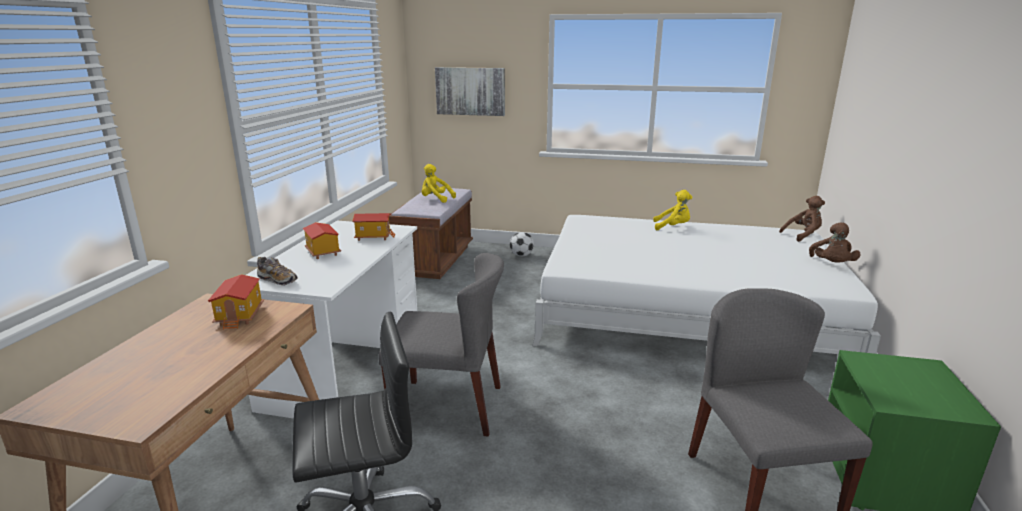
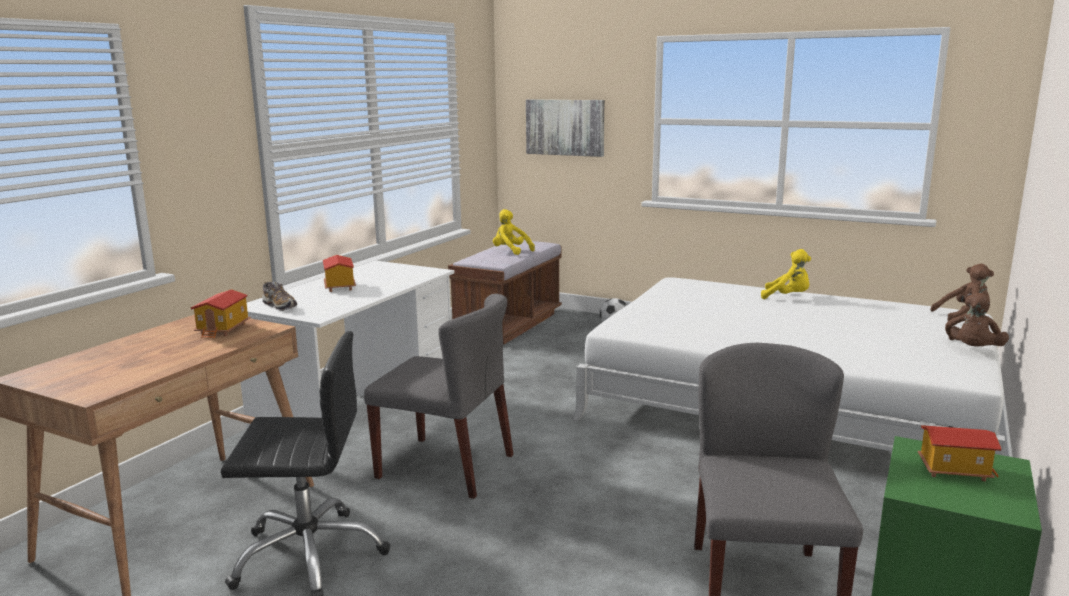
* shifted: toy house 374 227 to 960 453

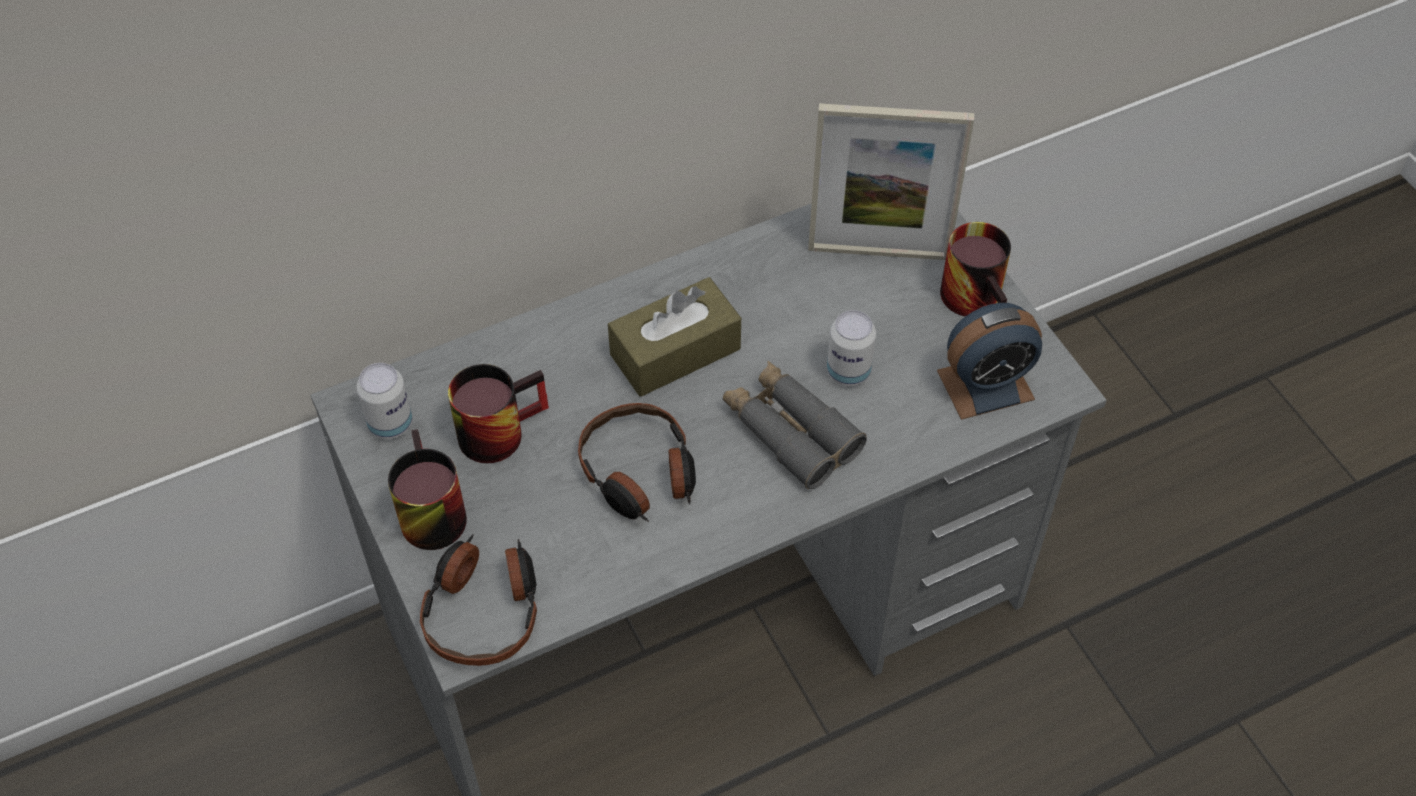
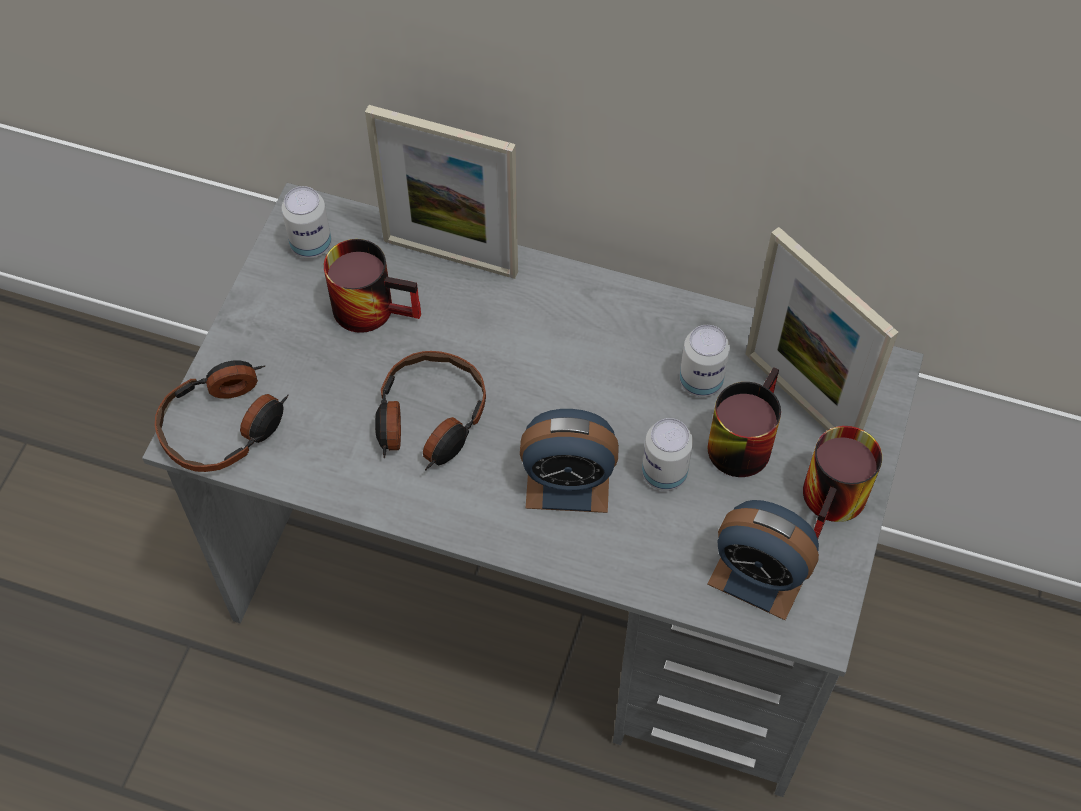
* gone: brown tissue box 674 337
* new: photo frame 441 192
* new: metal can 704 361
* shifted: coffee mug 427 489 to 744 422
* swapped: gray binoculars 795 425 to bedside clock 569 461

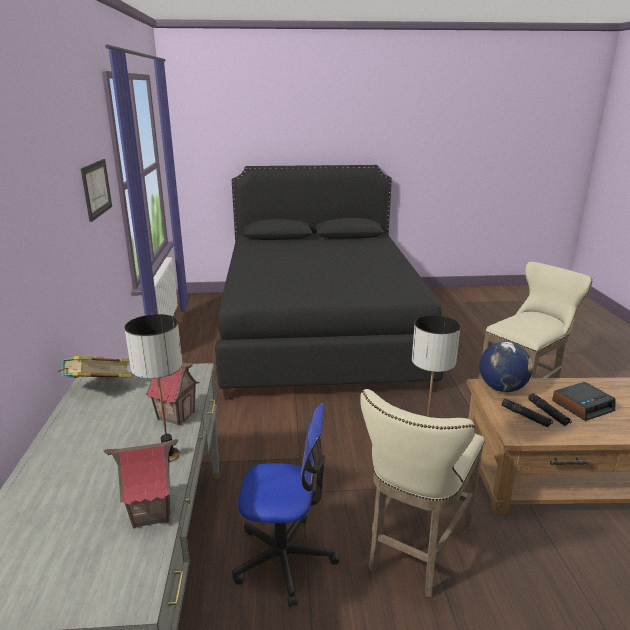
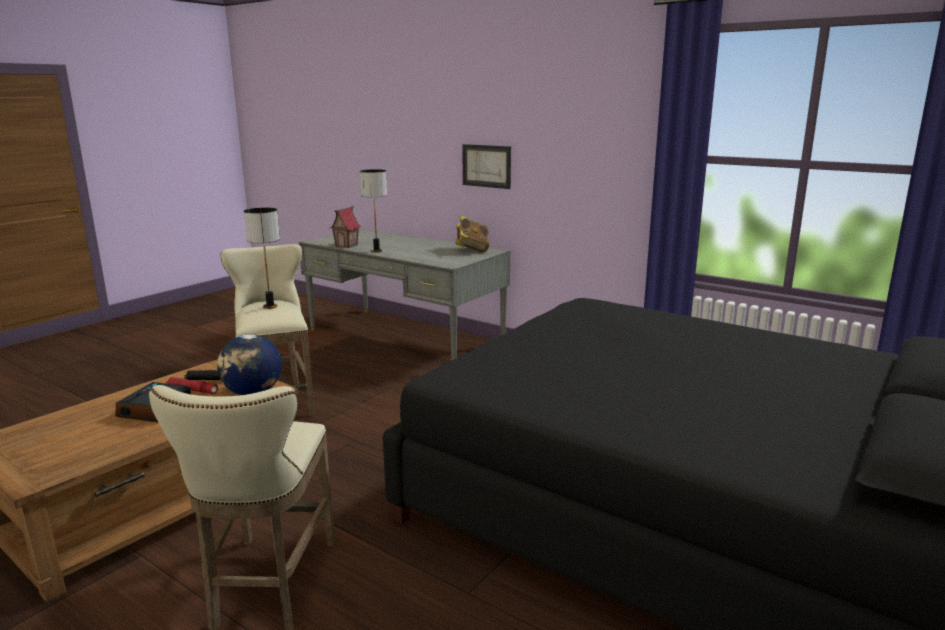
* gone: toy house 172 394
* gone: desk chair 286 505
* shifted: wall picture 96 190 to 486 166
* repainted: black torch 550 409 to red torch 192 385

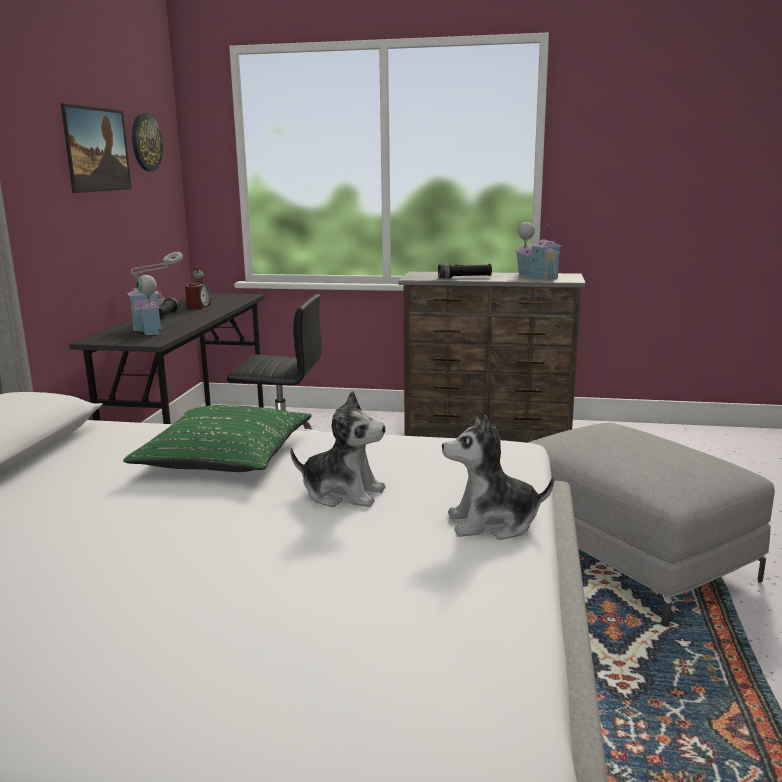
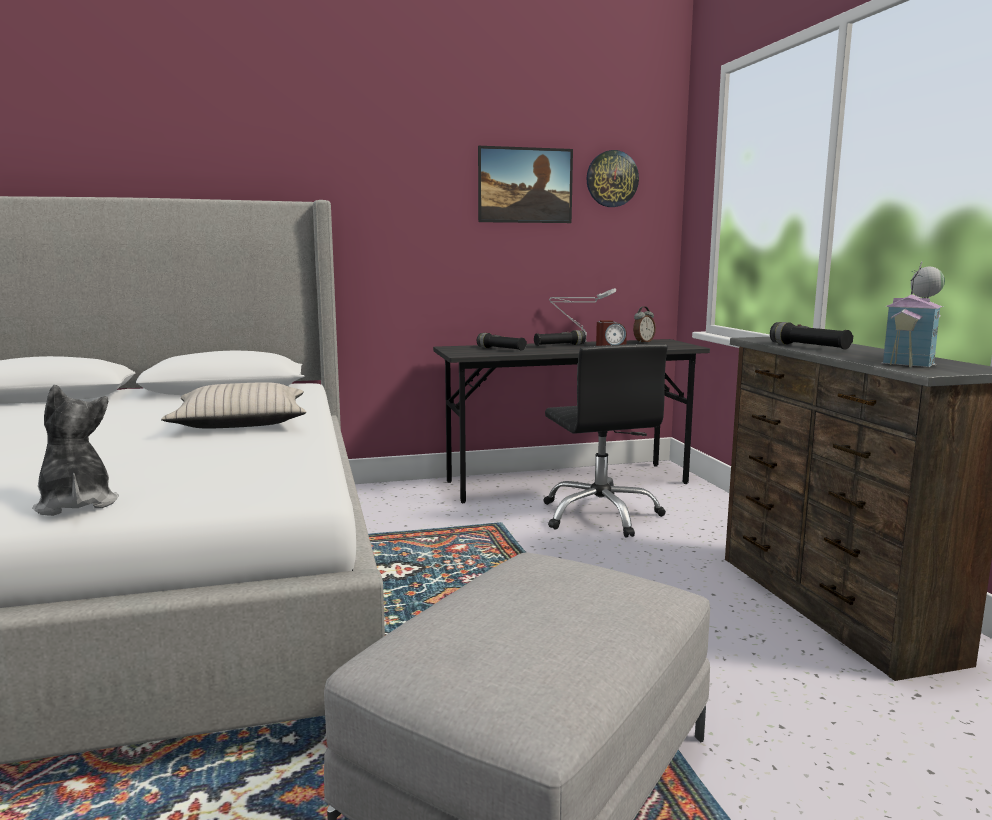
* gone: plush toy 338 449
* swapped: toy house 145 301 to black torch 502 342
* repainted: green-coloured cushion 217 438 to beige cushion 233 405

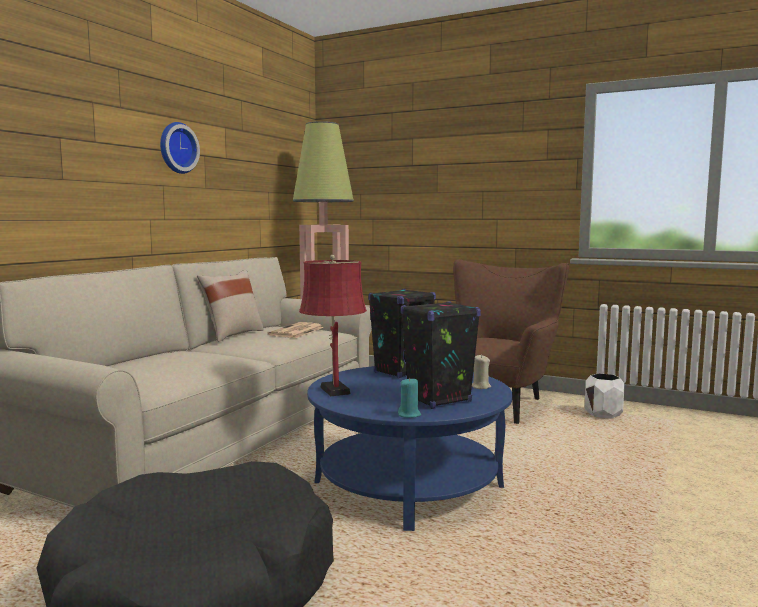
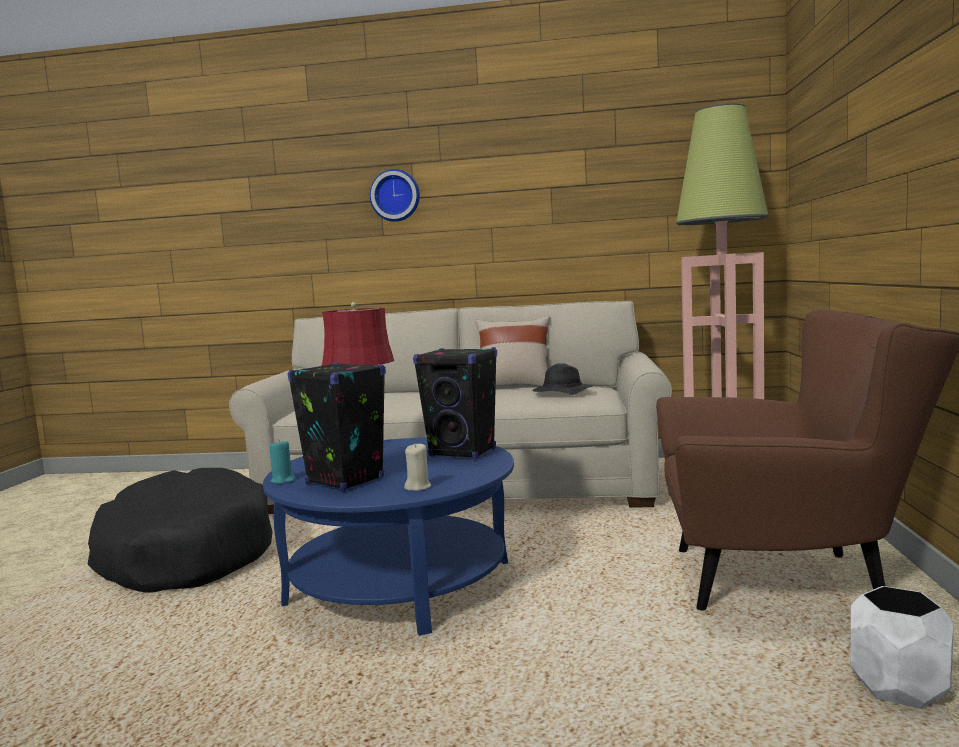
* shifted: wall clock 180 148 to 395 195
* swapped: daily paper 295 330 to black hat 563 379

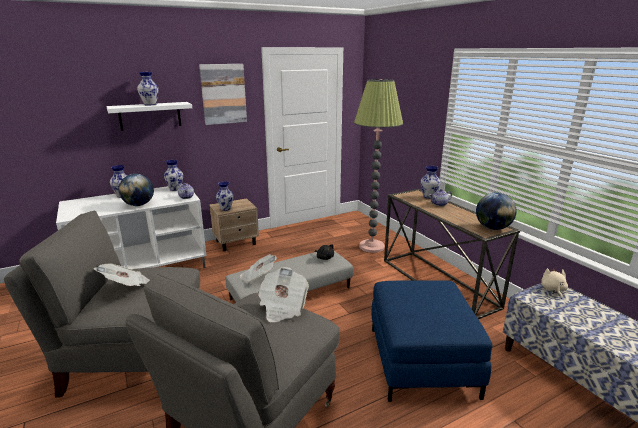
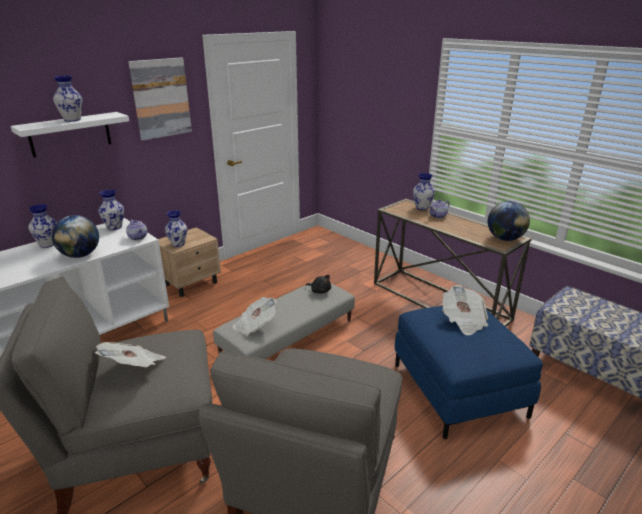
* gone: standard lamp 378 166
* gone: beige plush toy 554 283
* shifted: daily paper 283 294 to 465 310

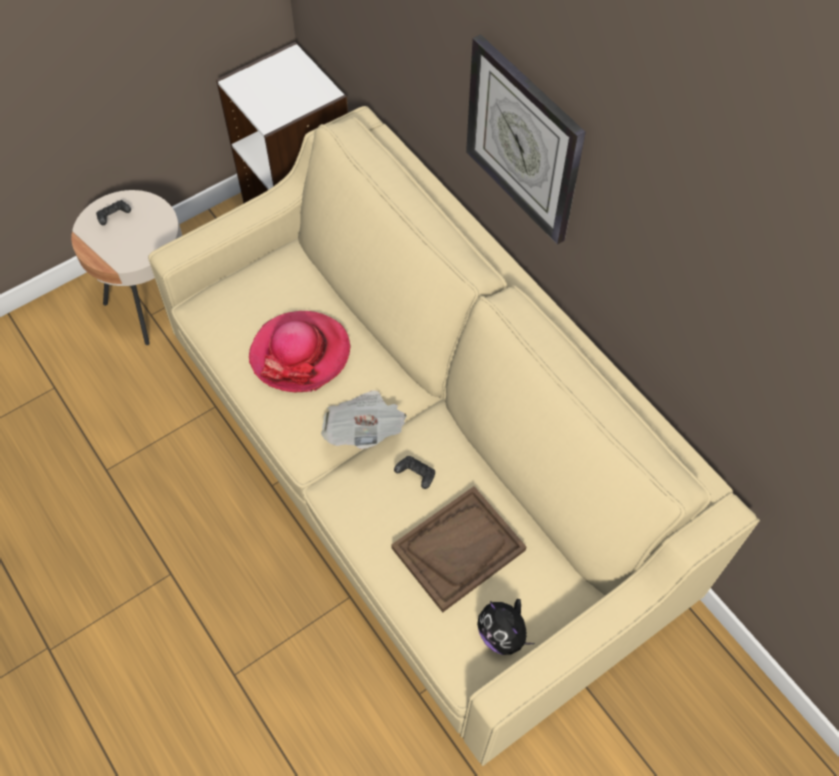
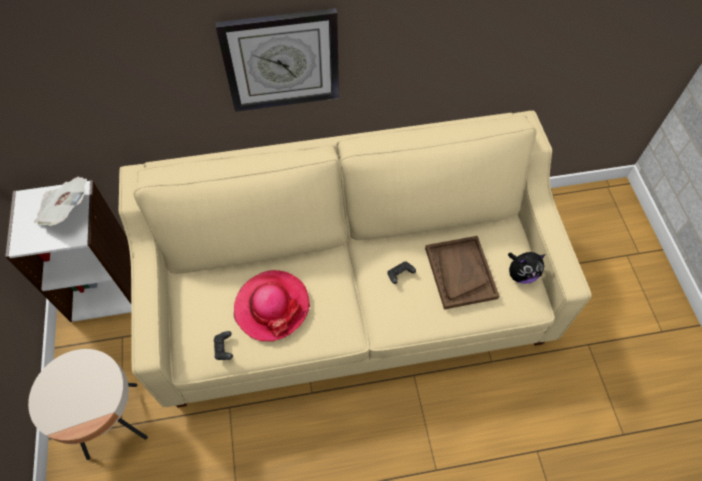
* shifted: black gamepad 113 212 to 223 345
* shifted: daily paper 364 419 to 60 201

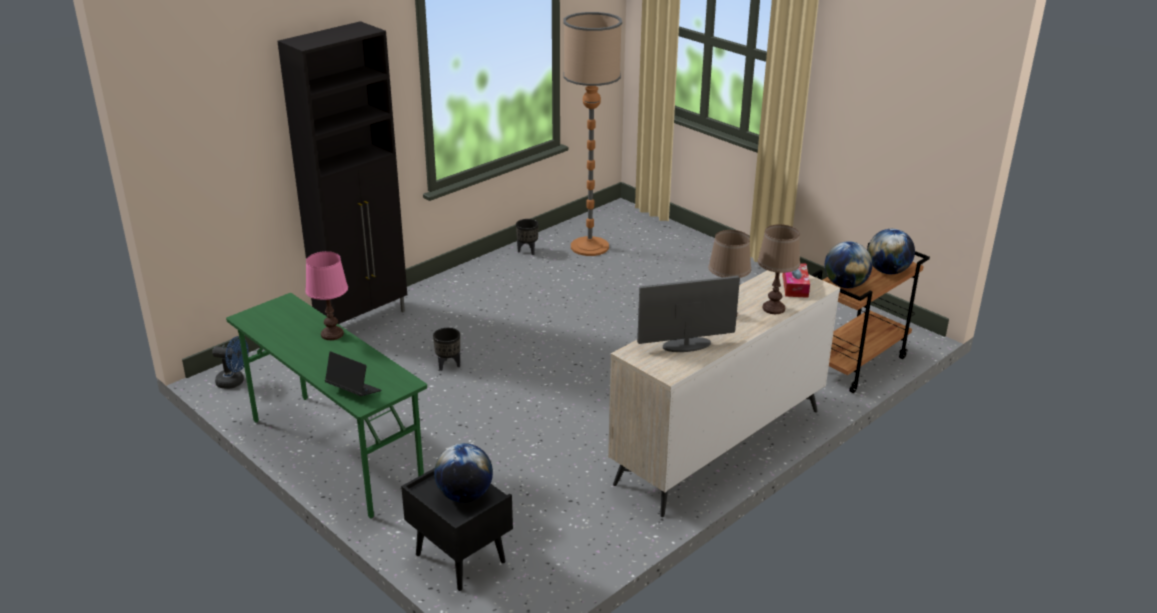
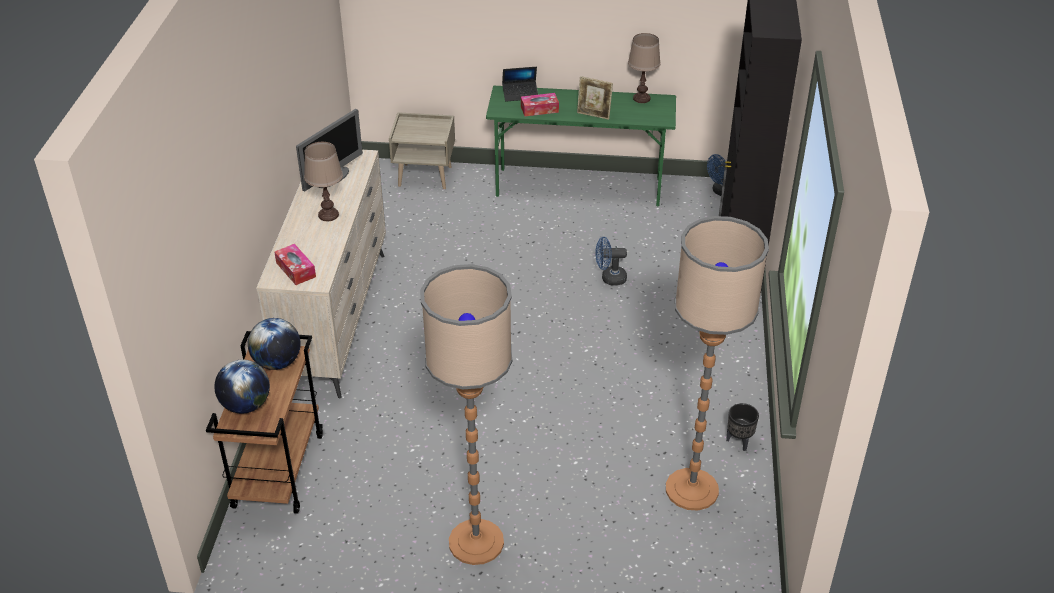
* gone: globe 463 472
* new: standard lamp 466 414
* new: tissue box 540 104
* shifted: brown lamp for a table 779 269 to 644 68
* swapped: pink lamp for a table 326 295 to photo frame 595 98
* swapped: black planter 446 349 to blue electric fan 611 261
* repainted: black night table 457 529 to beige night table 422 150

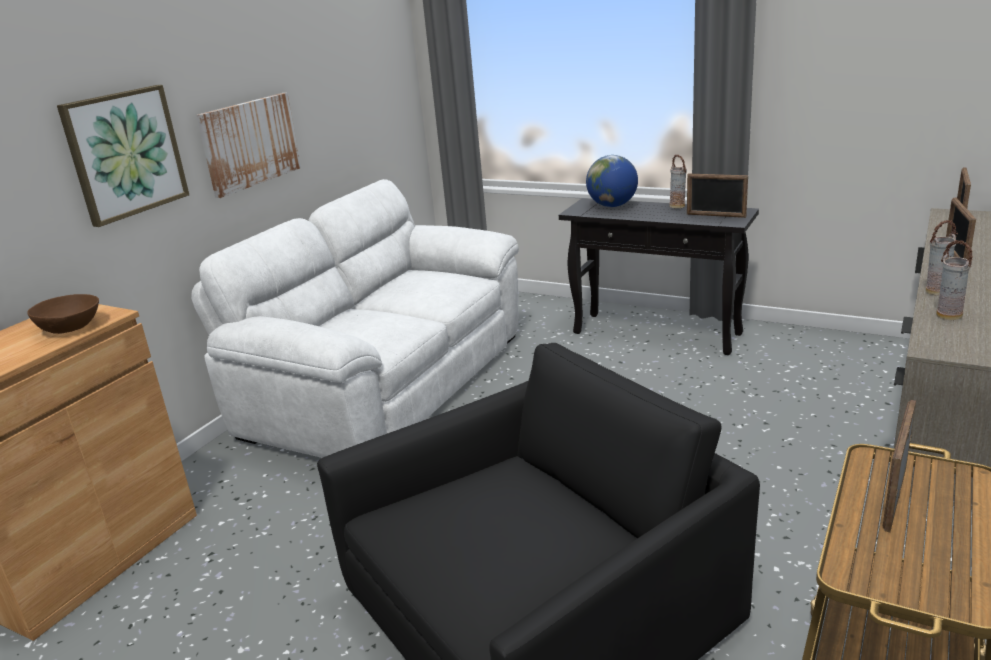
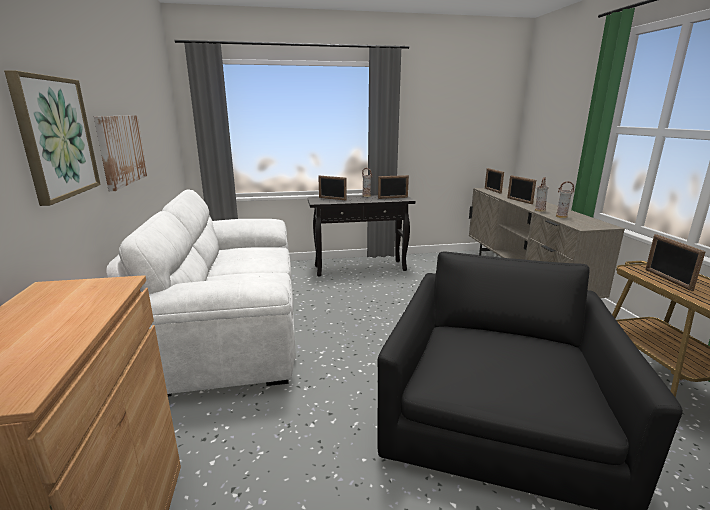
* gone: brown bowl 63 314
* swapped: globe 612 181 to photo frame 332 188

